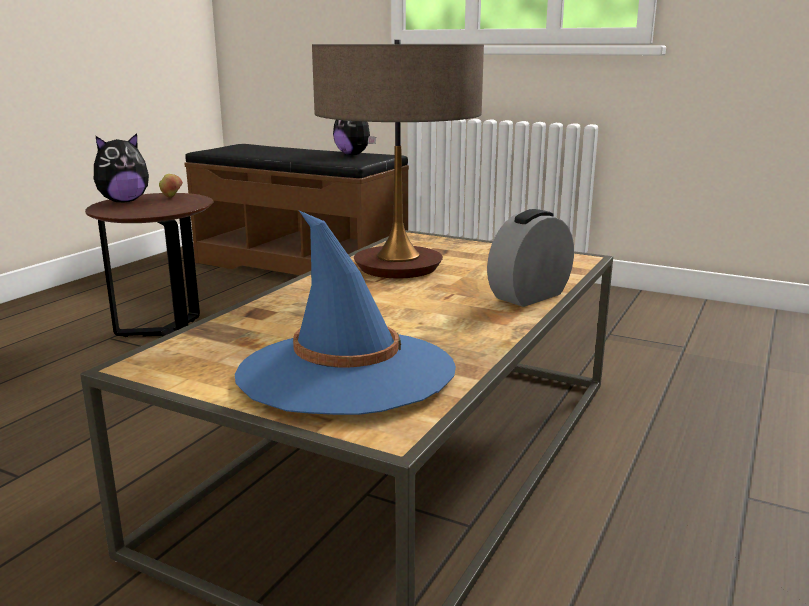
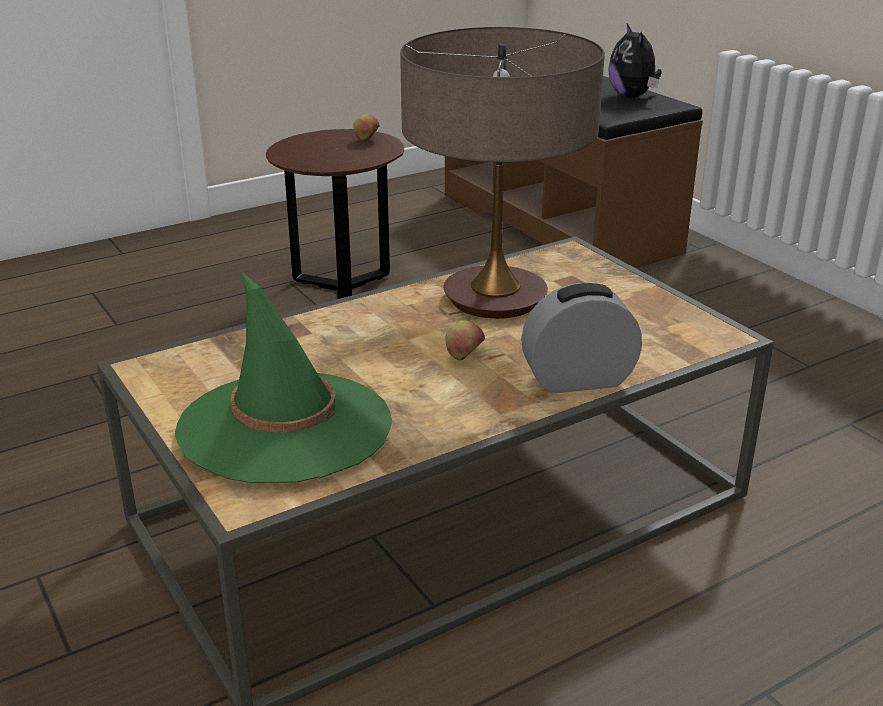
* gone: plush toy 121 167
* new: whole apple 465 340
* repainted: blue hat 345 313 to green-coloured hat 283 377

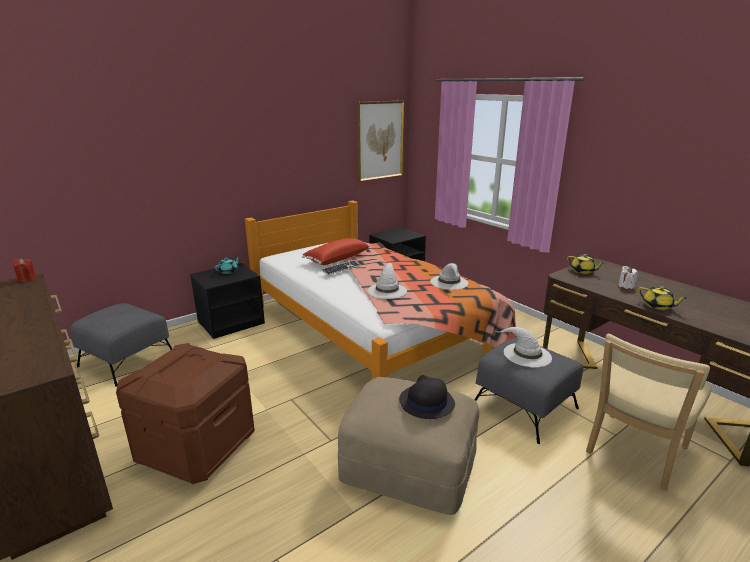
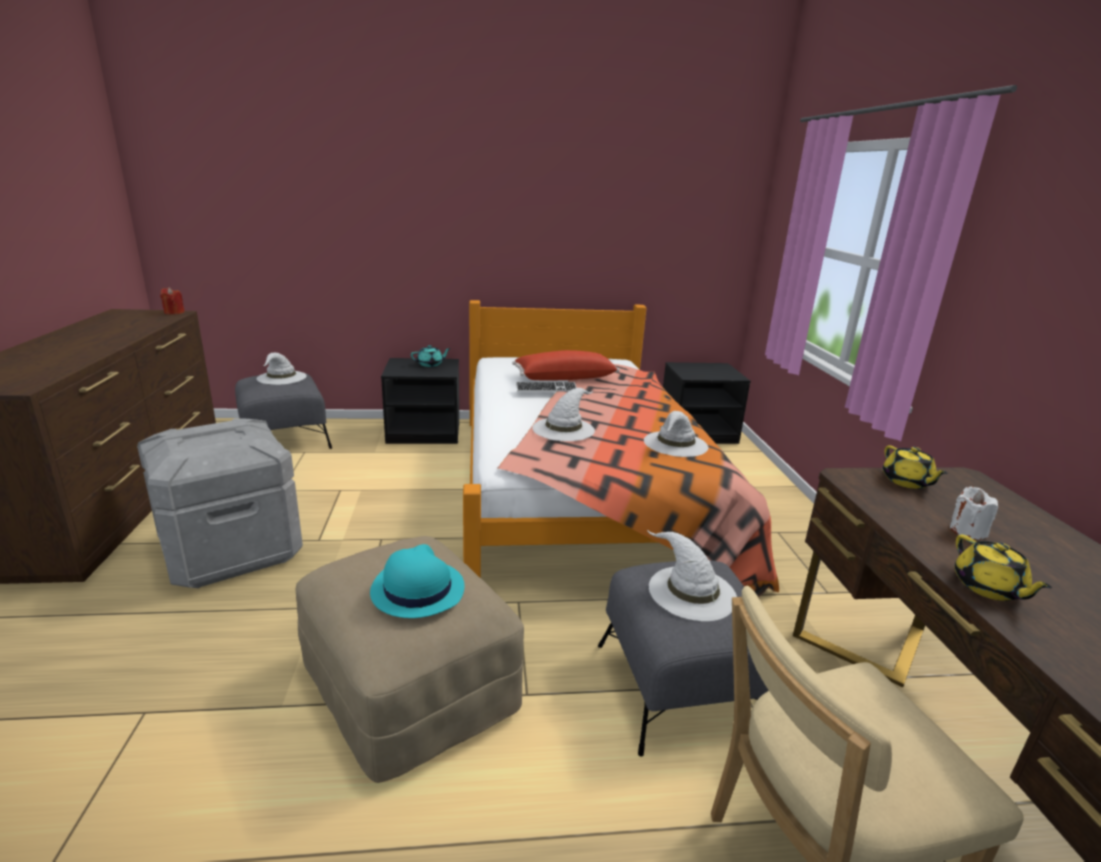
* gone: wall picture 381 141
* new: whitish hat 281 368
* repainted: brown storage container 185 413 to gray storage container 220 503
* repainted: black hat 427 397 to turquoise hat 417 581

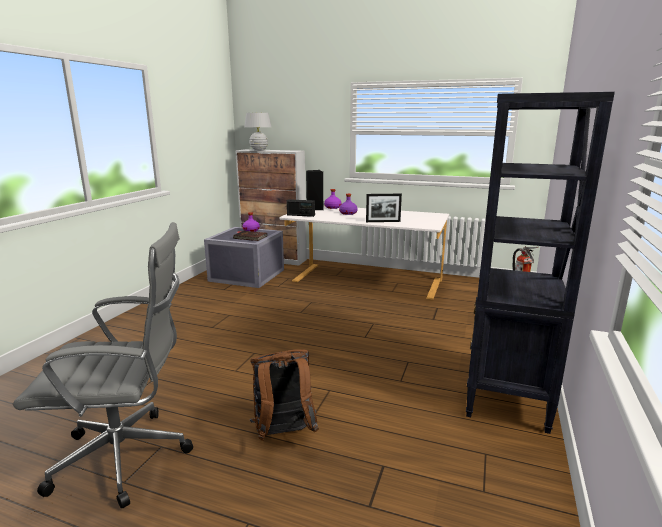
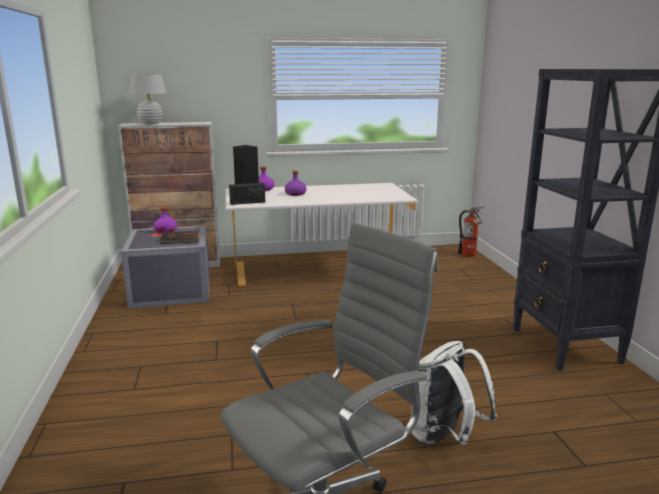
* gone: photo frame 384 208
* repainted: brown rucksack 284 395 to whitish rucksack 454 393

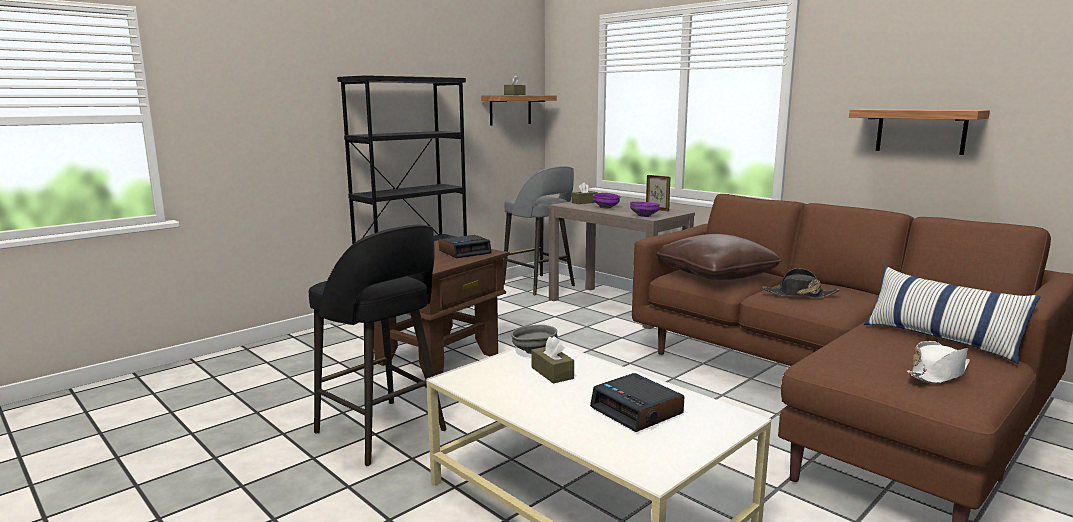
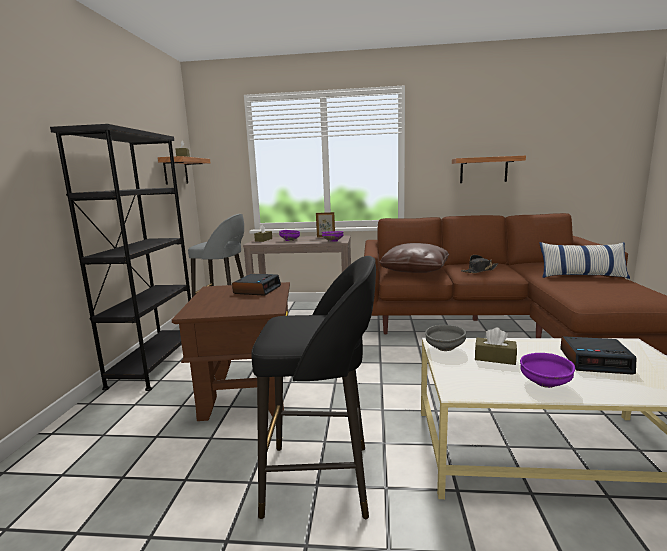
* gone: whitish hat 938 362
* new: purplish bowl 547 370

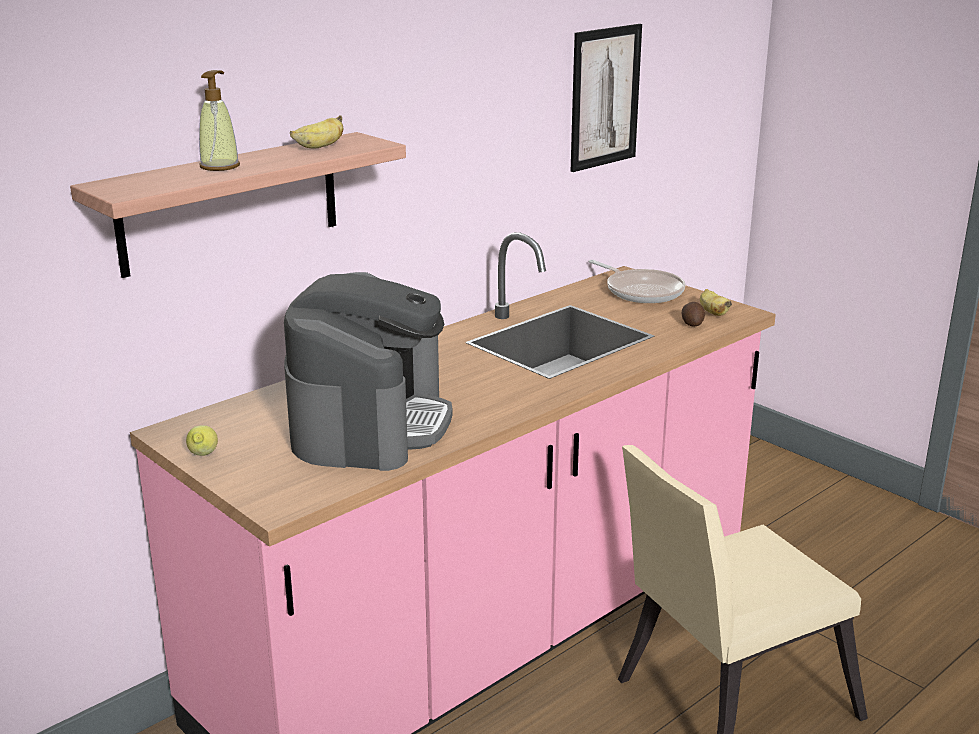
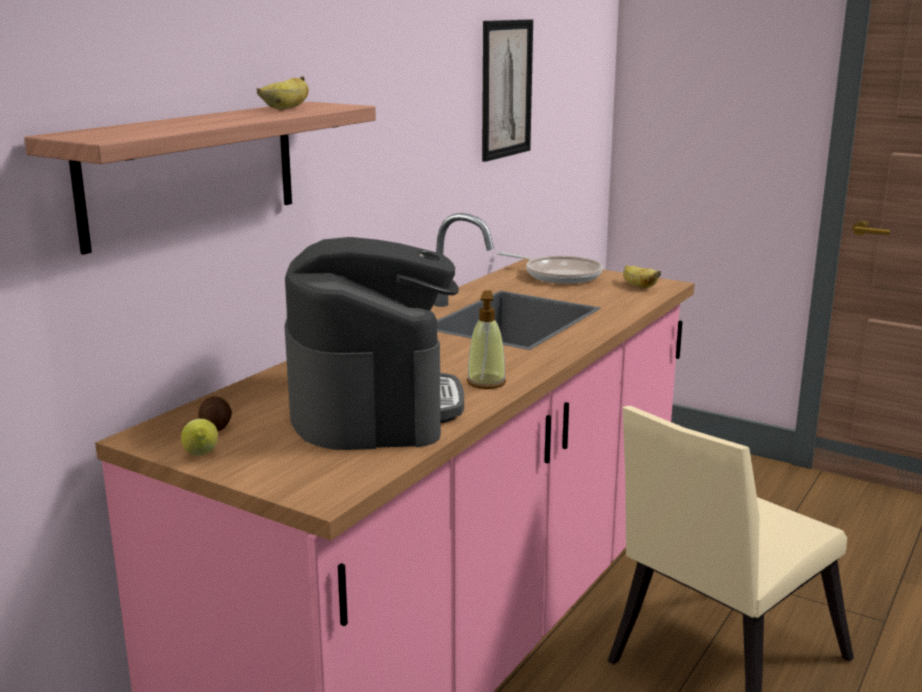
* shifted: liquid soap bottle 219 120 to 486 339
* shifted: spud 693 314 to 215 413

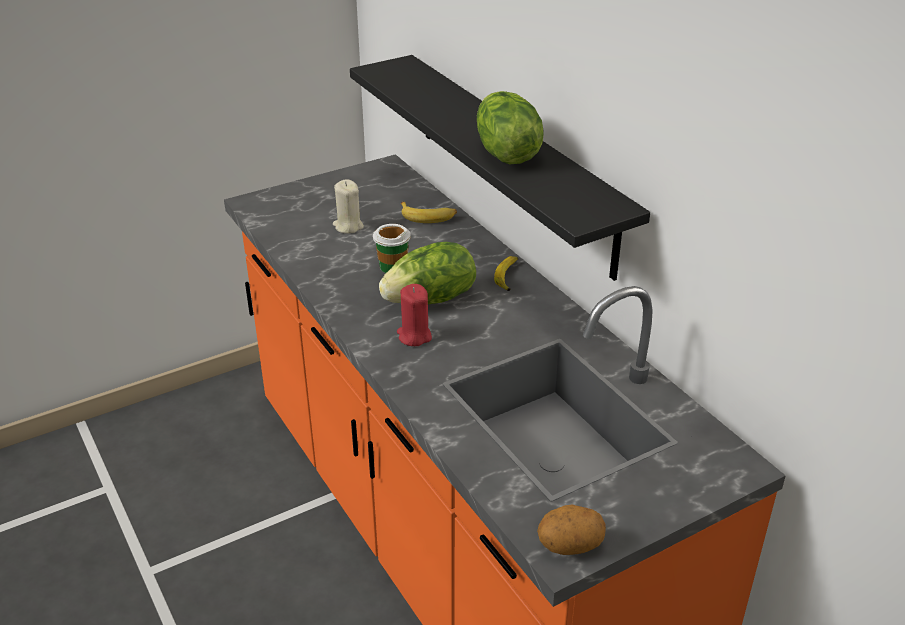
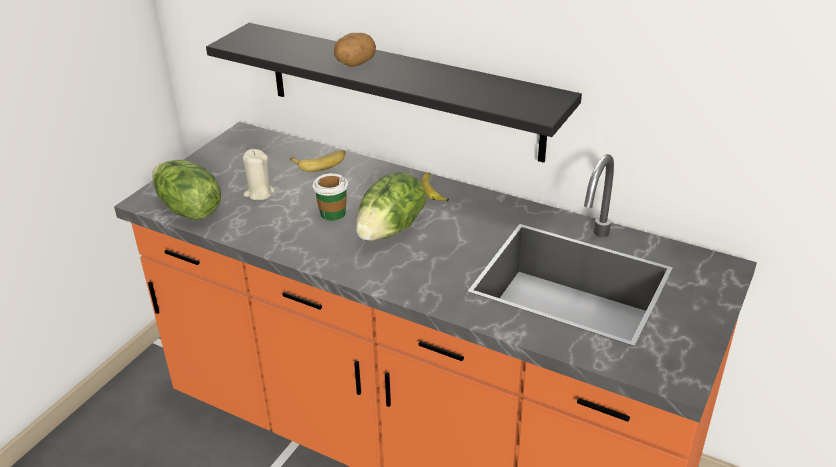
* gone: red candle 414 315
* shifted: lettuce 510 127 to 186 190
* shifted: spud 571 530 to 355 50

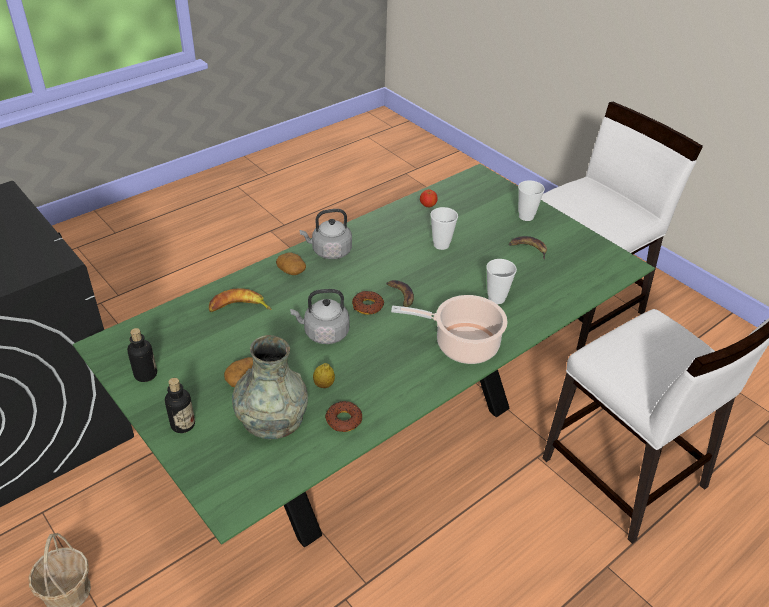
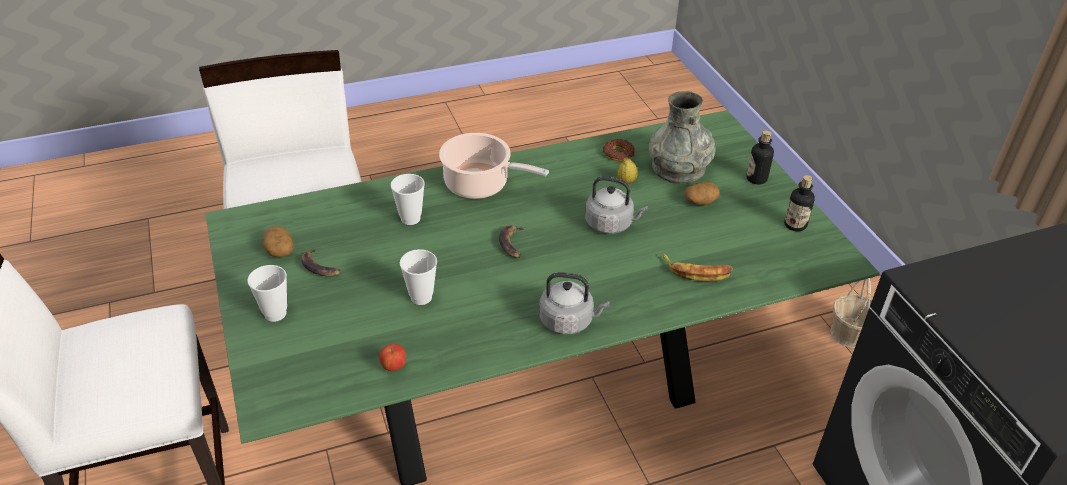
* gone: ring doughnut 368 303
* shifted: spud 291 263 to 278 241

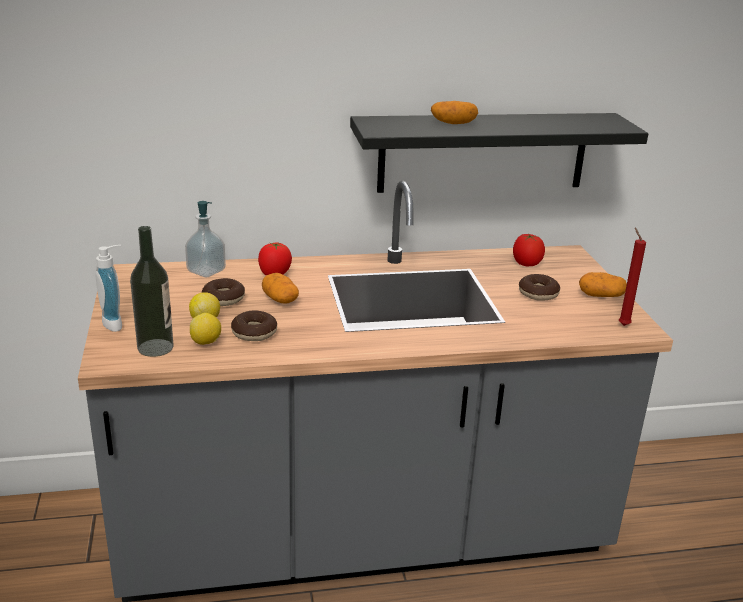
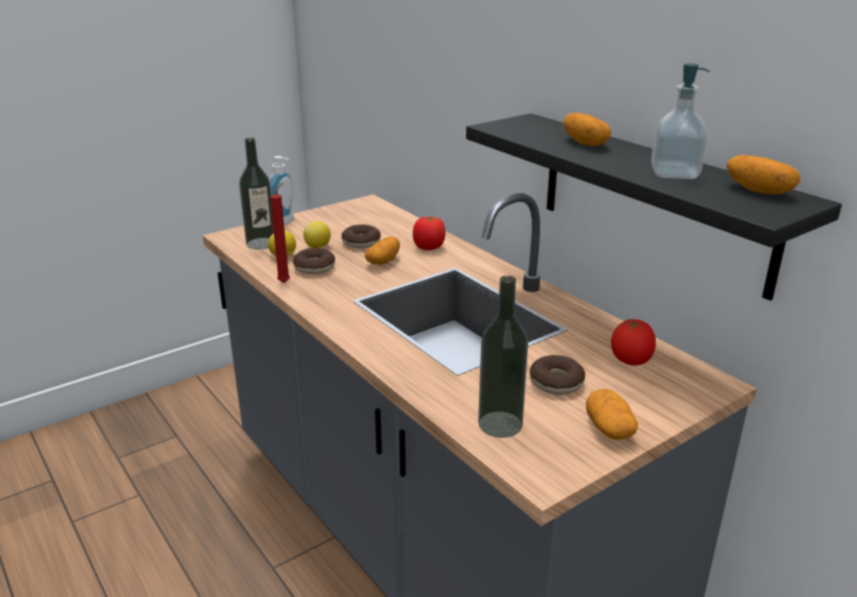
* new: beverage bottle 503 356
* new: spud 763 175
* shifted: liquid soap bottle 205 239 to 680 121
* shifted: red candle 632 277 to 280 233

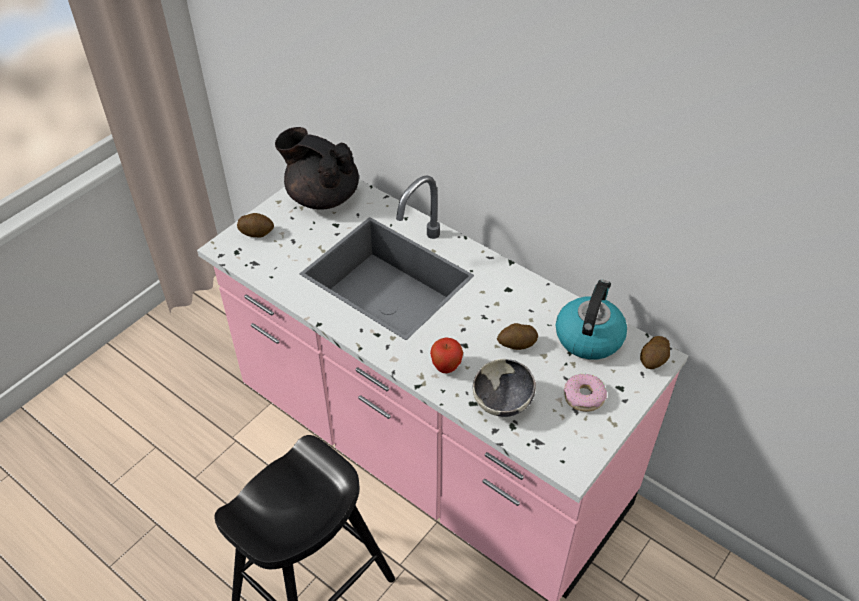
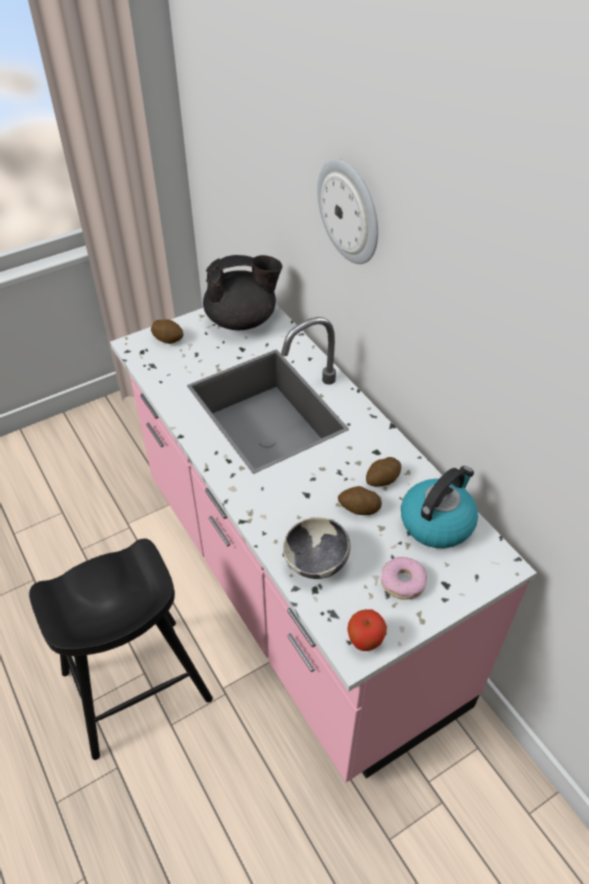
* new: wall clock 347 211
* shifted: whole apple 446 355 to 367 630
* shifted: spud 655 352 to 383 472
* rotated: black tea pot 317 168 = 242 292 120 degrees clockwise

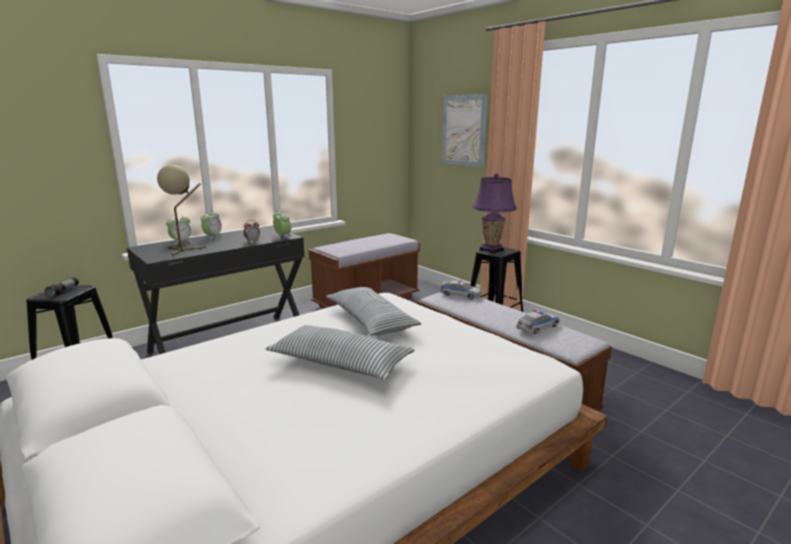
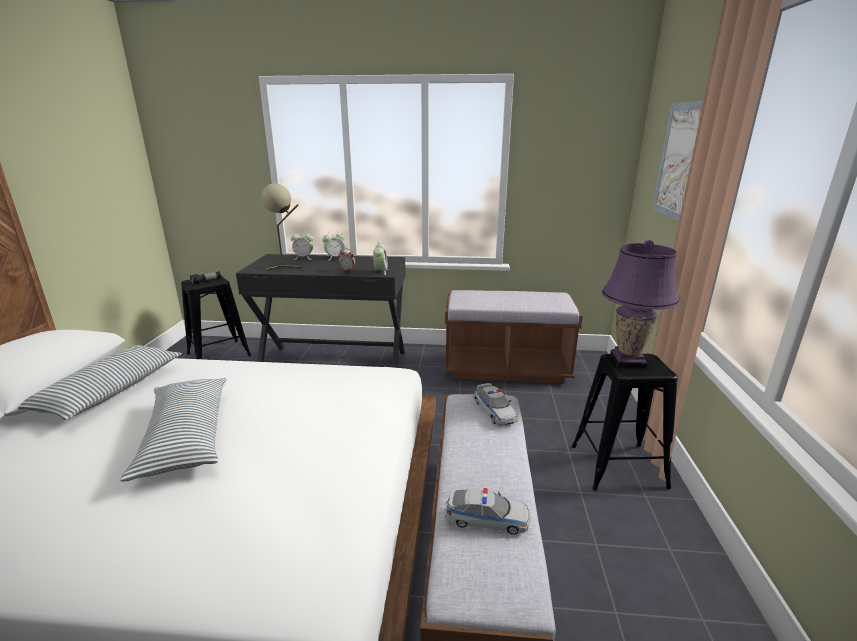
* shifted: cushion 374 311 to 100 382

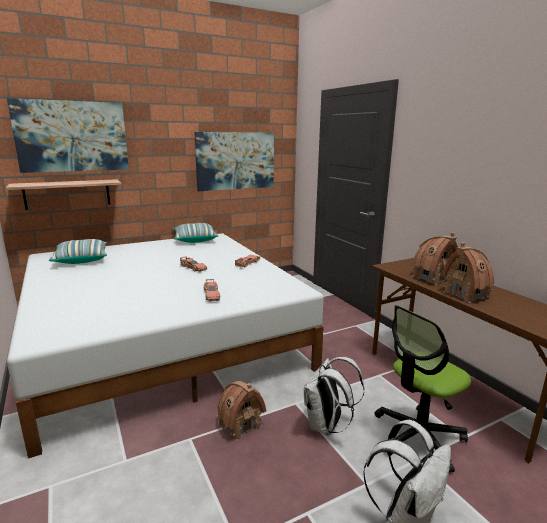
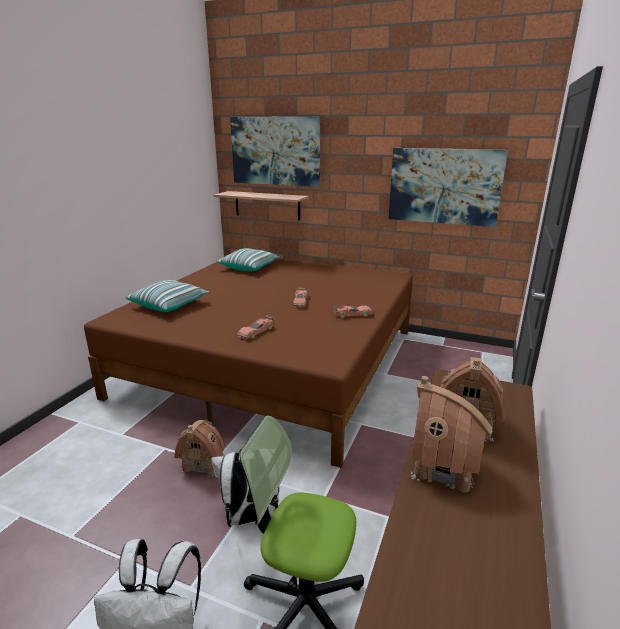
* shifted: cushion 196 233 to 167 296
* repainted: whitish bed 165 346 to brown bed 248 363

